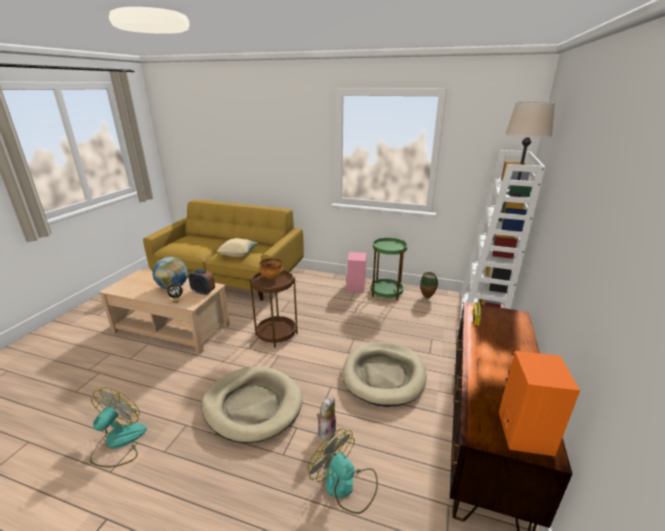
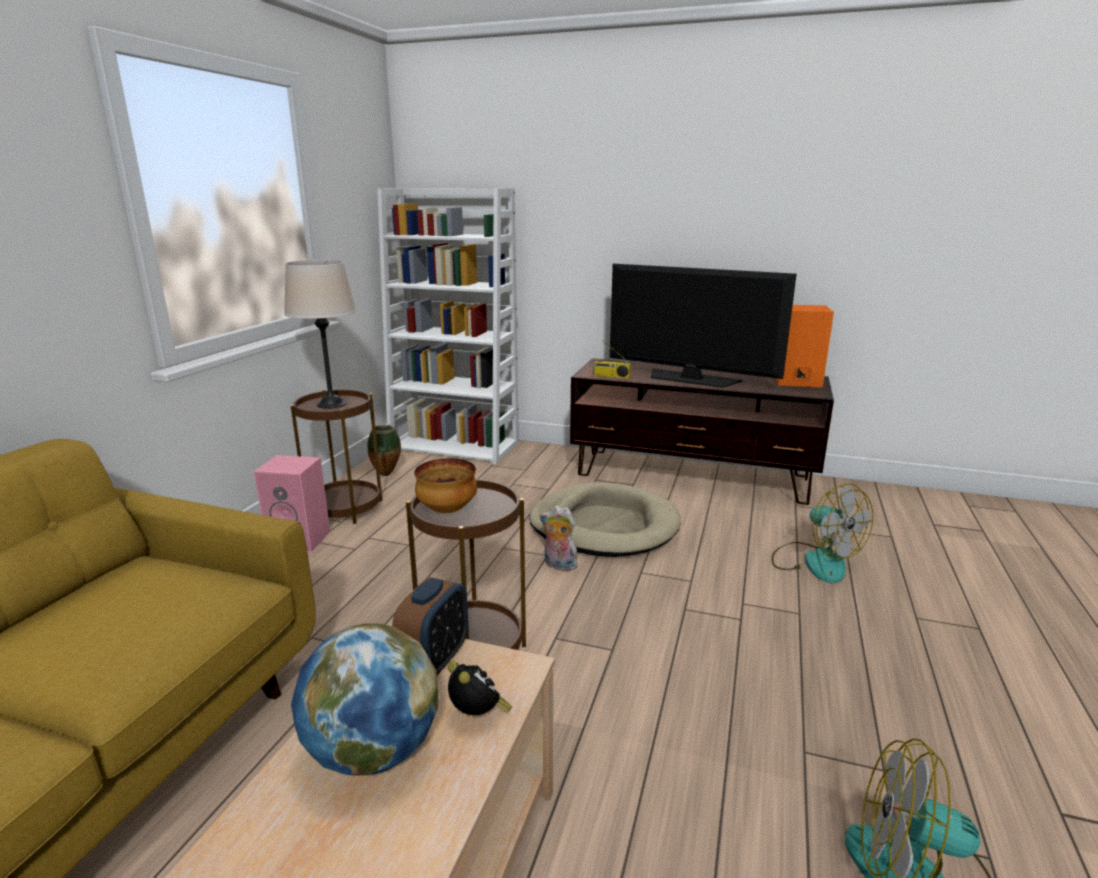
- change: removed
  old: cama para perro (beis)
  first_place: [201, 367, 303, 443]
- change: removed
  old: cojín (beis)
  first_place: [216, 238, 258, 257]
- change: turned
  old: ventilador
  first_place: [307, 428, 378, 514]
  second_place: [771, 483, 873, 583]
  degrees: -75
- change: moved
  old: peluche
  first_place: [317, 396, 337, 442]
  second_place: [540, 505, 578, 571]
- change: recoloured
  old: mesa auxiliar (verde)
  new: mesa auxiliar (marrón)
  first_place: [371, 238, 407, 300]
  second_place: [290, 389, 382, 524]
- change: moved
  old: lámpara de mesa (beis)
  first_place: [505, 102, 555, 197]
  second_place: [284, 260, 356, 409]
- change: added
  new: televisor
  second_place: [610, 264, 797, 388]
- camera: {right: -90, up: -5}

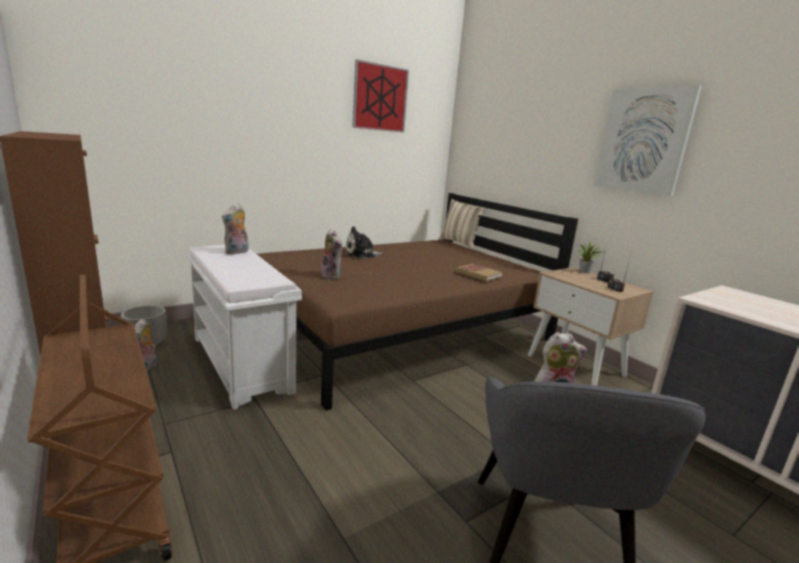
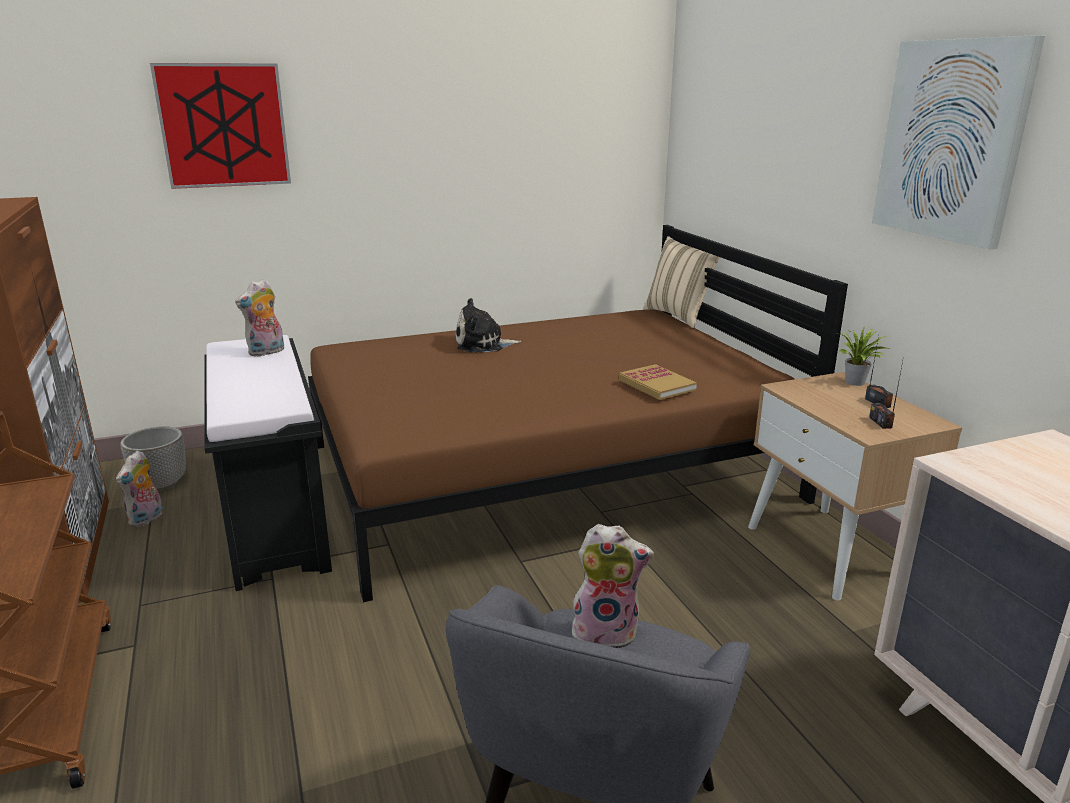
- change: recoloured
  old: banco (blanco)
  new: banco (negro)
  first_place: [186, 245, 302, 410]
  second_place: [204, 335, 332, 591]
- change: removed
  old: peluche
  first_place: [321, 229, 342, 280]
- change: moved
  old: cuadro
  first_place: [352, 60, 409, 133]
  second_place: [150, 63, 291, 189]
- camera: {right: 15, up: 5}

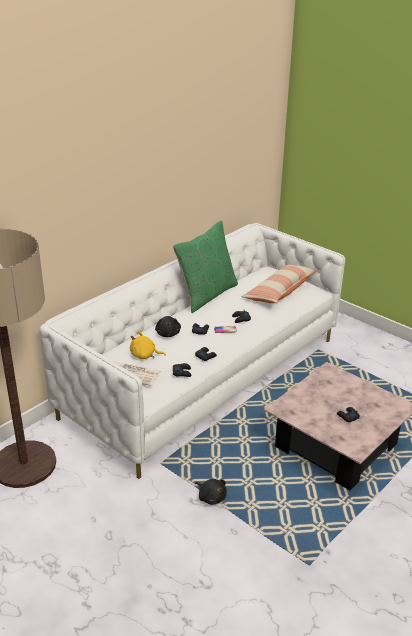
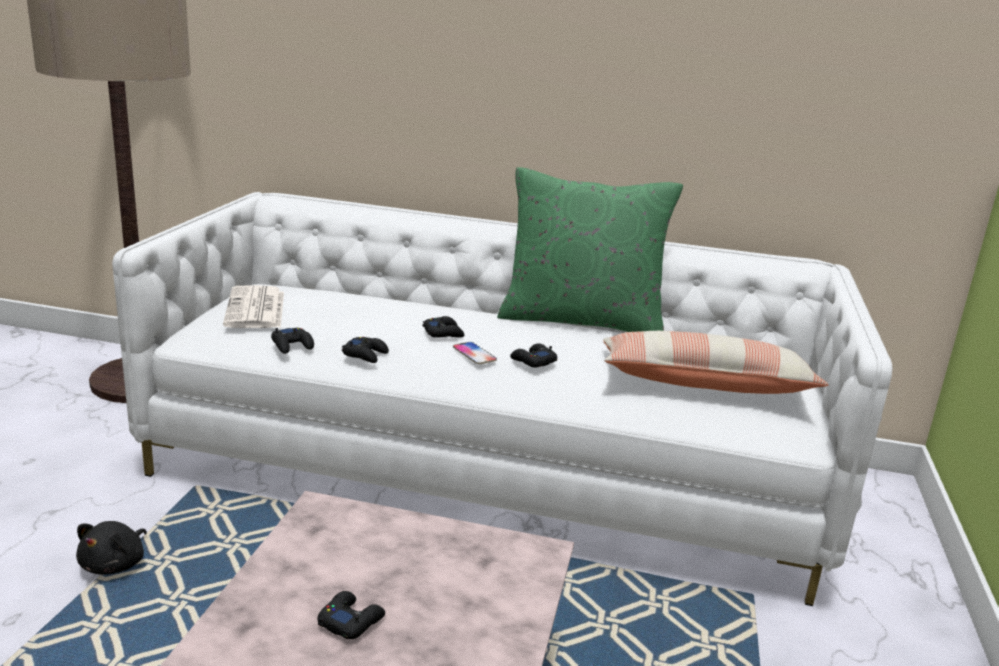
- change: removed
  old: peluche (amarillo)
  first_place: [130, 331, 166, 359]
- change: removed
  old: peluche (negro)
  first_place: [155, 316, 181, 337]
- camera: {right: 60, up: -10}

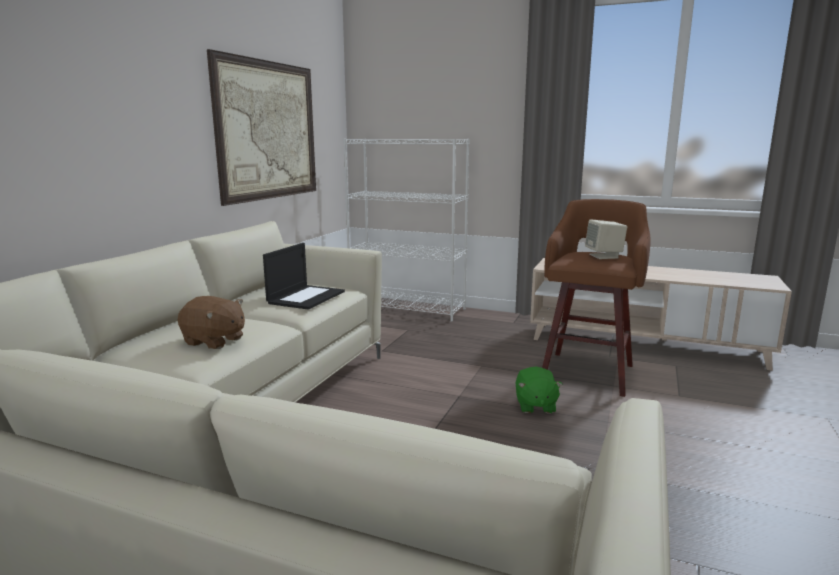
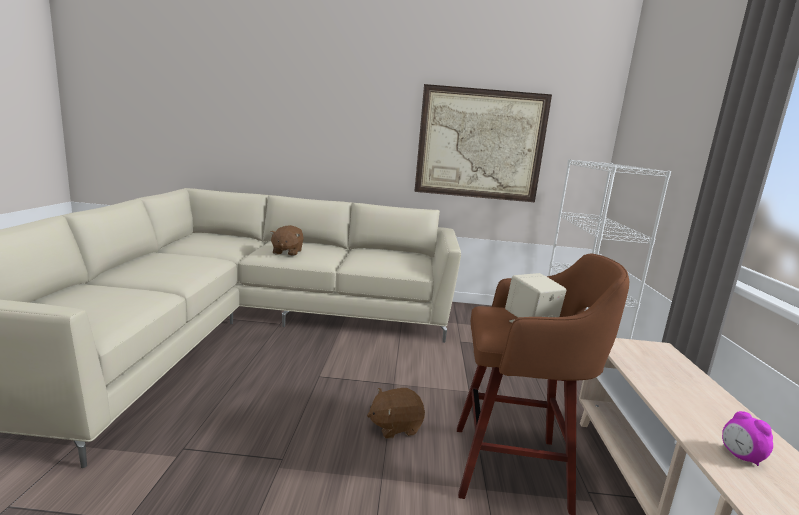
- change: removed
  old: portátil
  first_place: [263, 243, 345, 310]
- change: recoloured
  old: peluche (verde)
  new: peluche (marrón)
  first_place: [516, 366, 563, 413]
  second_place: [367, 388, 425, 439]
- change: added
  new: despertador
  second_place: [722, 411, 773, 466]
- camera: {right: 70, up: 0}

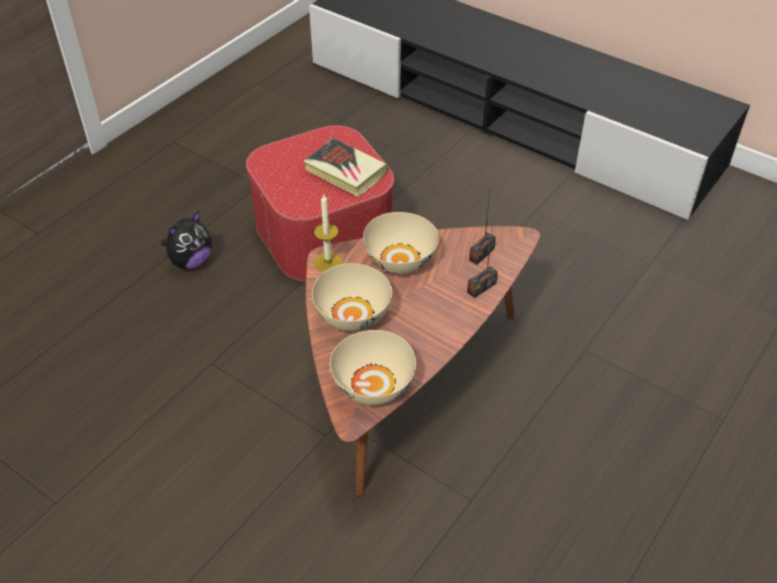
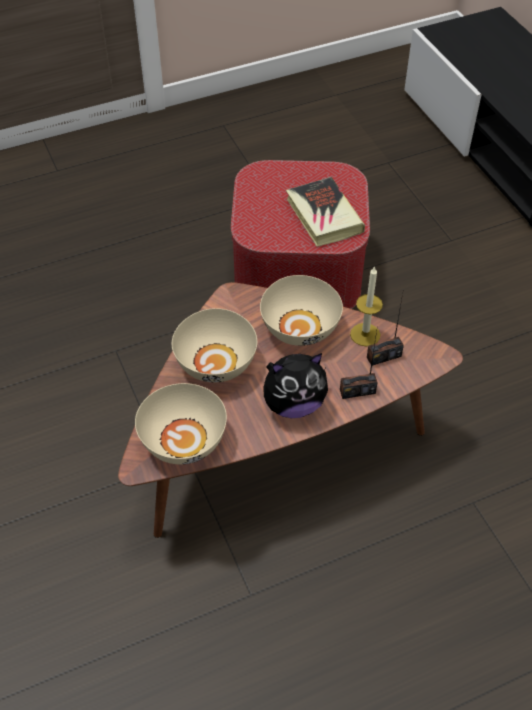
- change: moved
  old: peluche
  first_place: [161, 211, 212, 269]
  second_place: [263, 353, 328, 418]
- change: moved
  old: vela
  first_place: [314, 193, 342, 272]
  second_place: [350, 266, 383, 347]
- camera: {right: 30, up: 5}

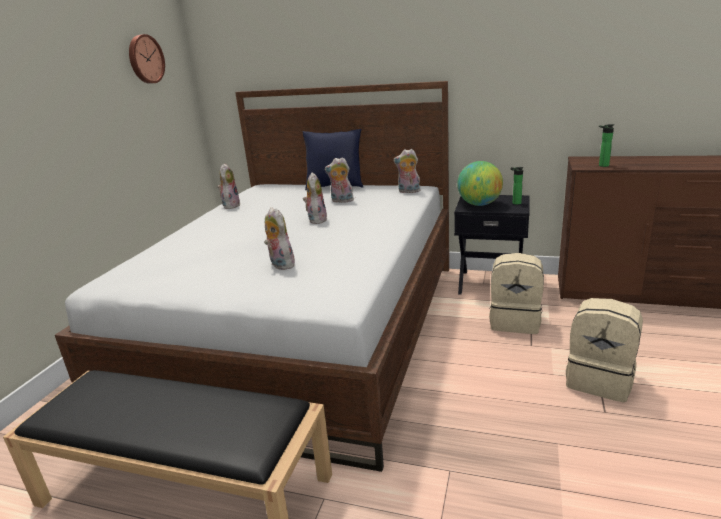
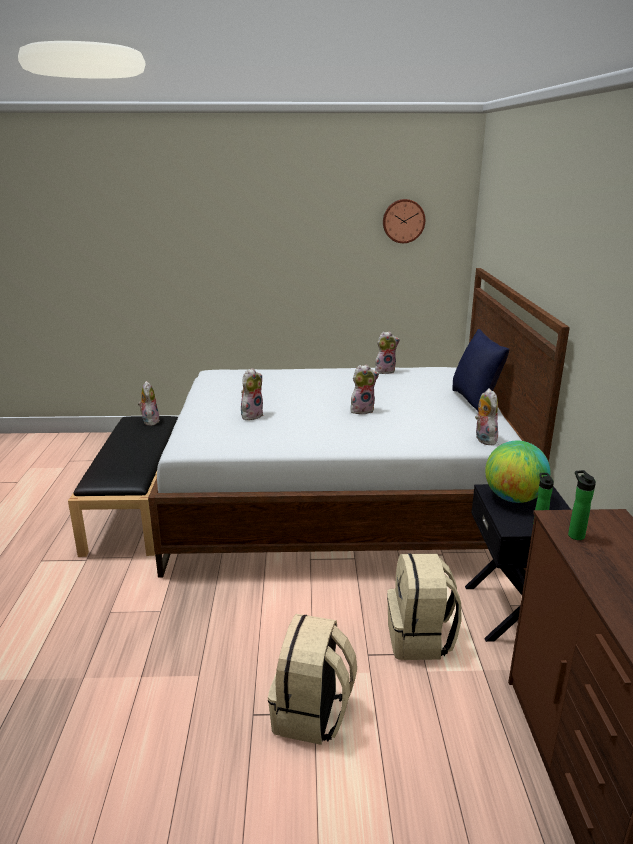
- change: moved
  old: peluche
  first_place: [325, 157, 354, 203]
  second_place: [138, 381, 160, 426]
- camera: {right: 70, up: 0}

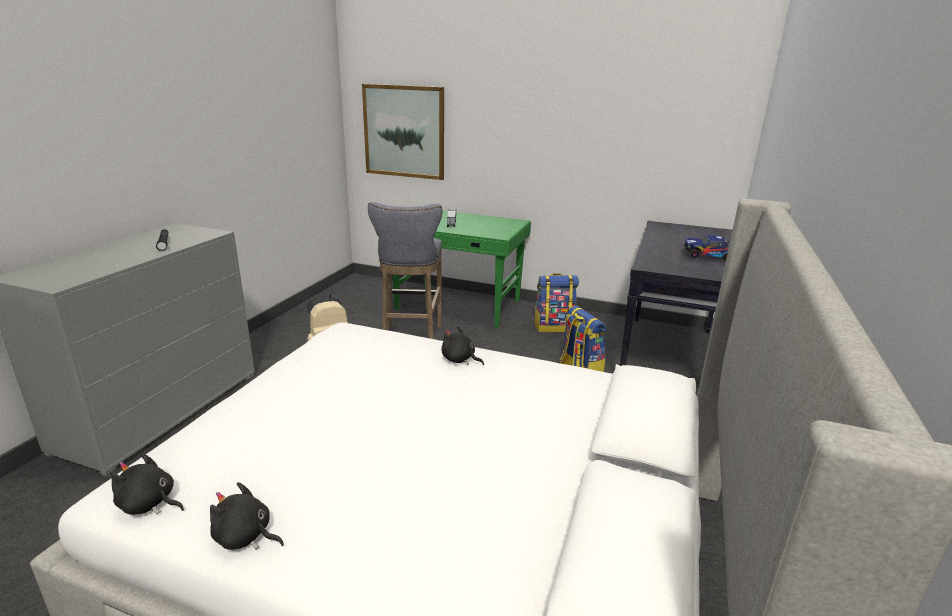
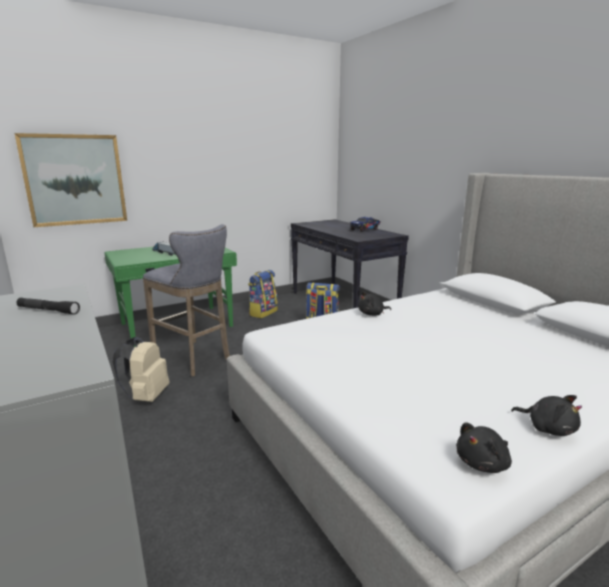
- change: turned
  old: peluche (negro)
  first_place: [210, 482, 284, 550]
  second_place: [511, 395, 582, 436]
  degrees: -105
- camera: {right: -50, up: -5}

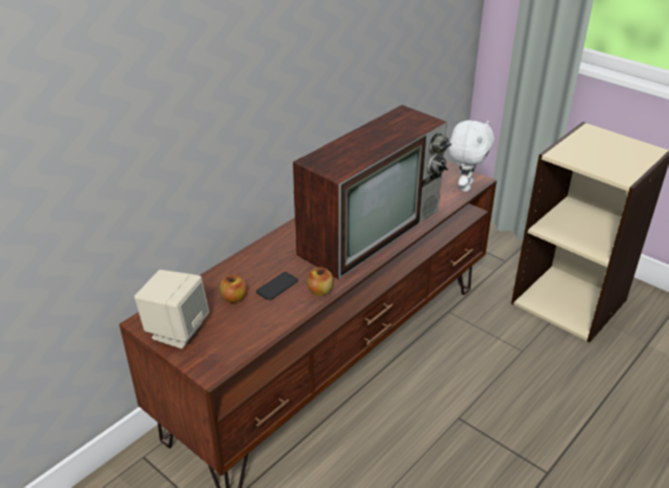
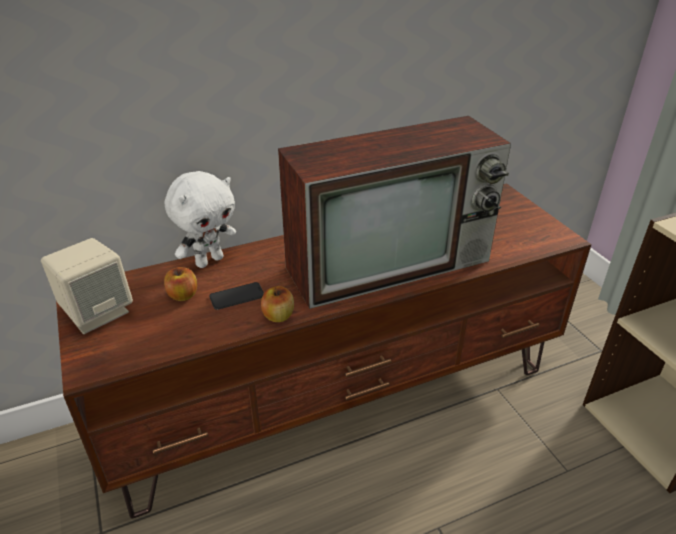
- change: moved
  old: peluche (blanco)
  first_place: [448, 120, 494, 192]
  second_place: [165, 171, 236, 268]
- camera: {right: 25, up: 0}

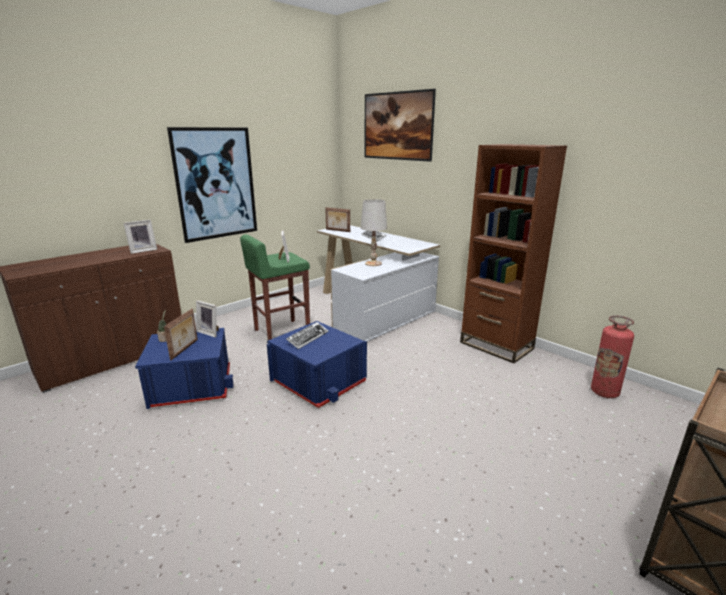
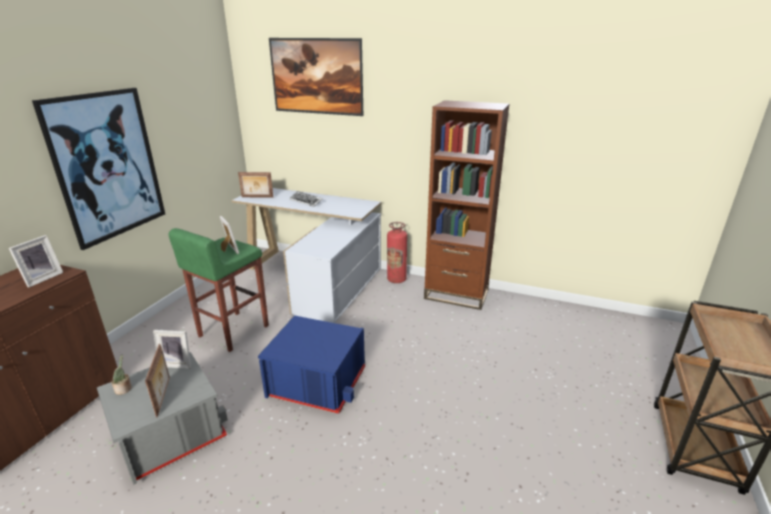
- change: recoloured
  old: caja de almacenaje (azul)
  new: caja de almacenaje (gris)
  first_place: [135, 328, 233, 409]
  second_place: [97, 352, 228, 485]
- change: removed
  old: teclado
  first_place: [286, 322, 328, 349]
- change: removed
  old: lámpara de mesa (blanco)
  first_place: [361, 199, 387, 266]
- change: moved
  old: extintor
  first_place: [591, 315, 634, 398]
  second_place: [387, 222, 407, 283]
- camera: {right: -25, up: 5}

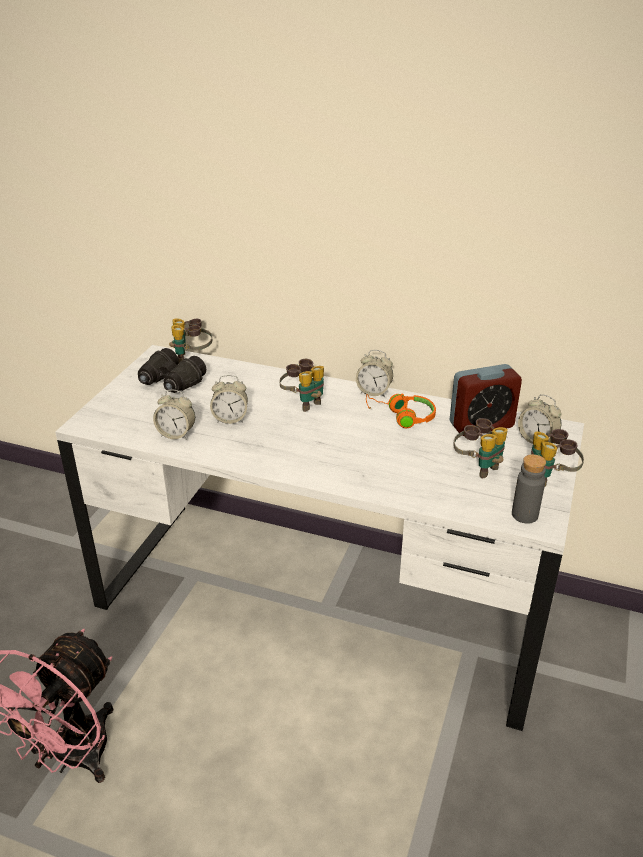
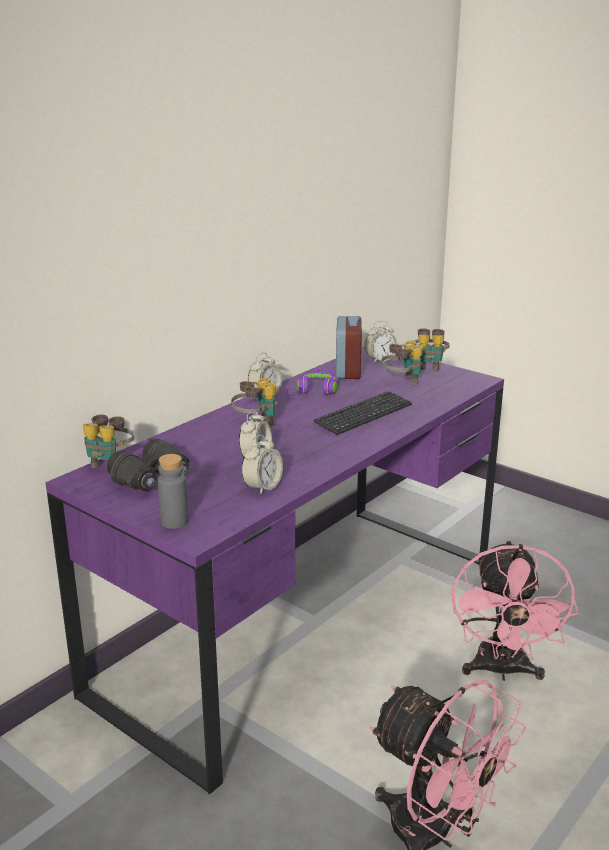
- change: recoloured
  old: escritorio (blanco)
  new: escritorio (morado)
  first_place: [55, 345, 584, 731]
  second_place: [45, 346, 504, 795]
- change: recoloured
  old: auriculares (naranja)
  new: auriculares (morado)
  first_place: [366, 394, 436, 428]
  second_place: [286, 368, 338, 398]
- change: moved
  old: botella (gris)
  first_place: [512, 454, 546, 524]
  second_place: [158, 454, 188, 529]
- change: added
  new: teclado
  second_place: [313, 391, 412, 435]
- change: added
  new: ventilador (rosa)
  second_place: [452, 540, 578, 681]
- camera: {right: -70, up: -10}

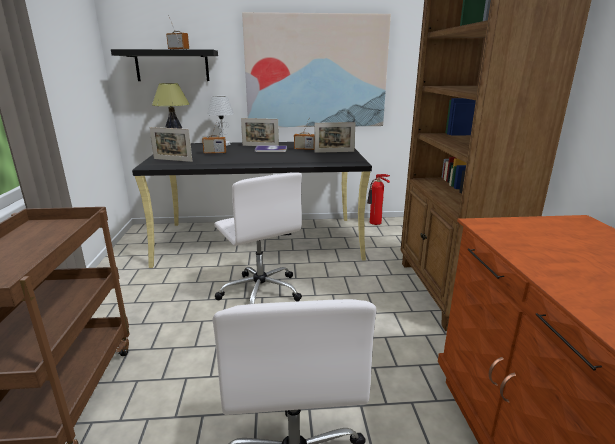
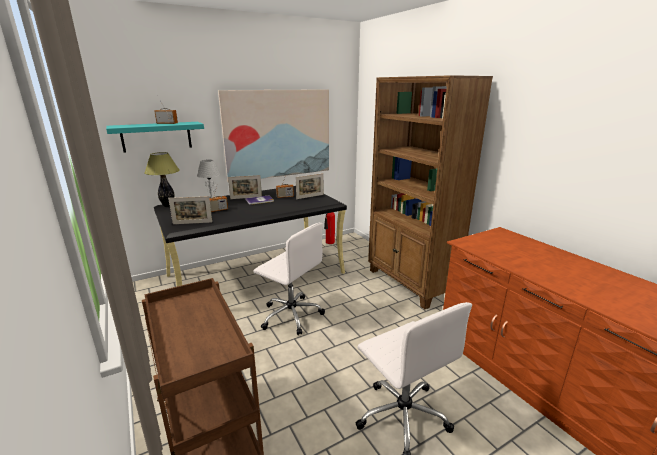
- change: recoloured
  old: estante (negro)
  new: estante (turquesa)
  first_place: [111, 49, 218, 81]
  second_place: [106, 122, 204, 153]
- camera: {right: -25, up: 0}

